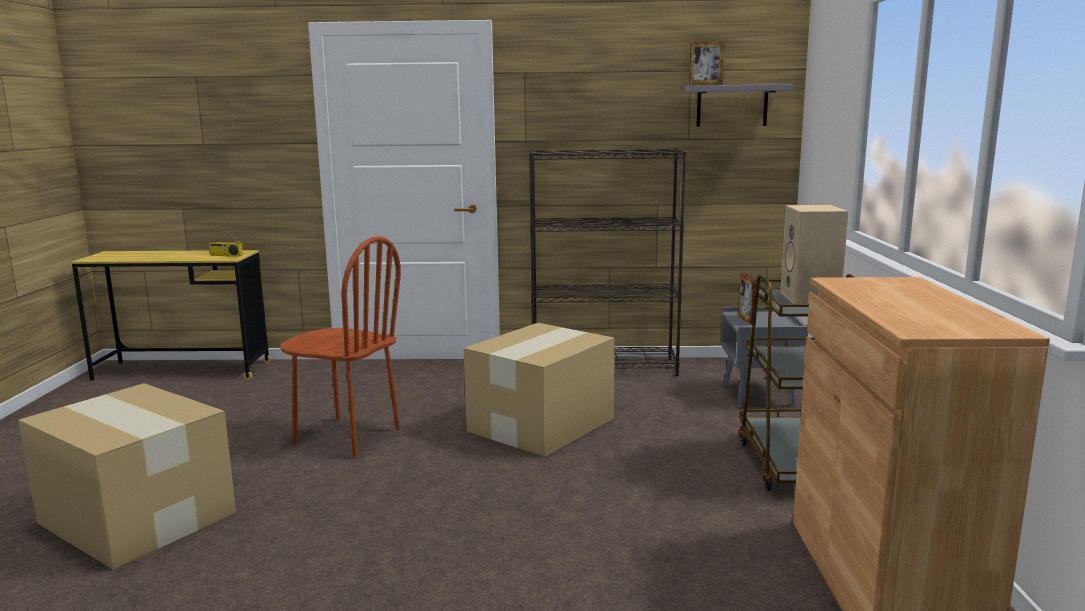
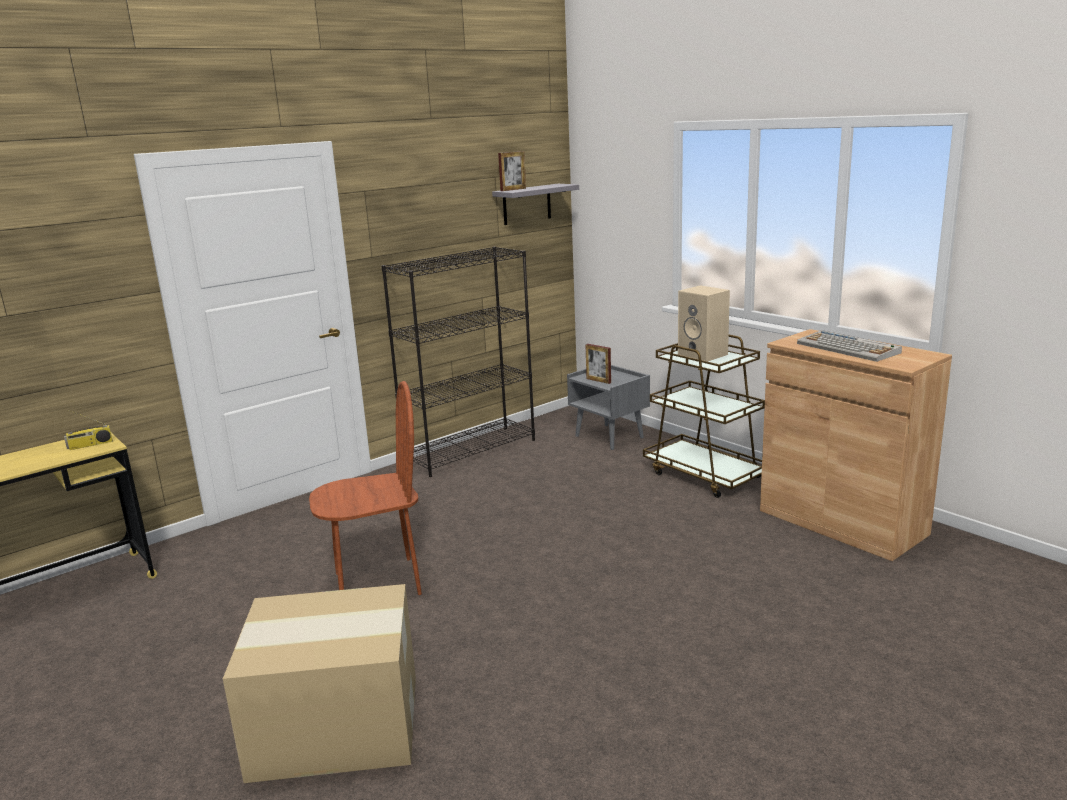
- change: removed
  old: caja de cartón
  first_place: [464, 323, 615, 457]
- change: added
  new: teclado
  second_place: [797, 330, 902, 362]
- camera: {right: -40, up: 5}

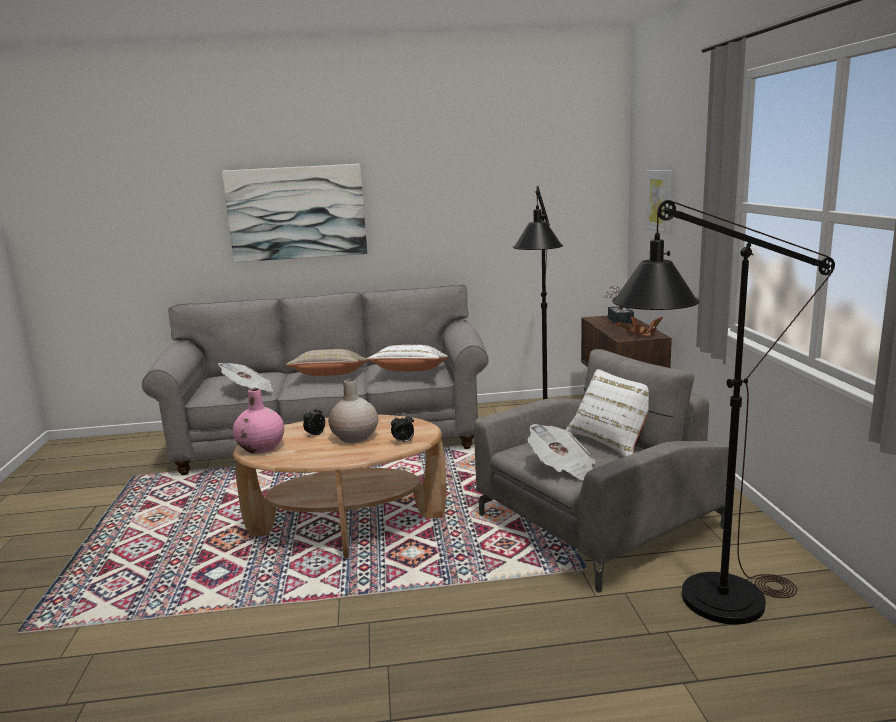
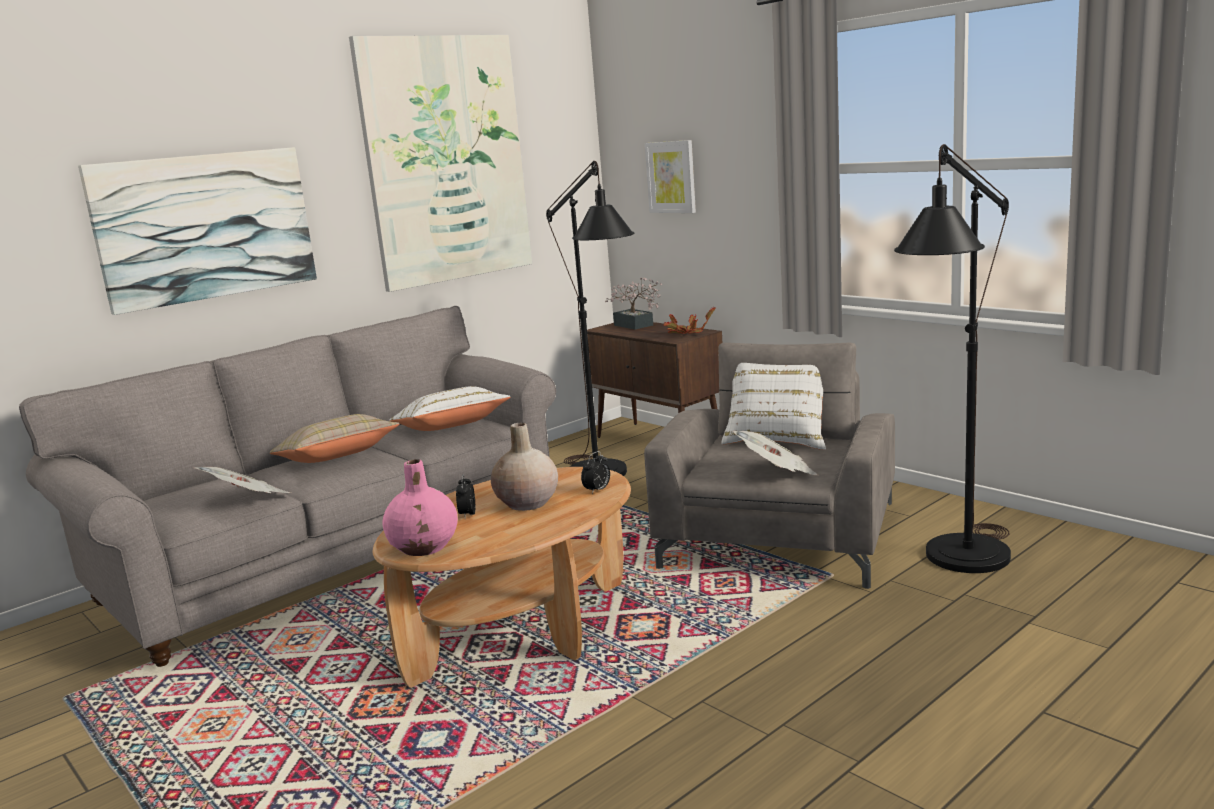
- change: added
  new: cuadro
  second_place: [349, 35, 532, 292]
- camera: {right: -35, up: 0}

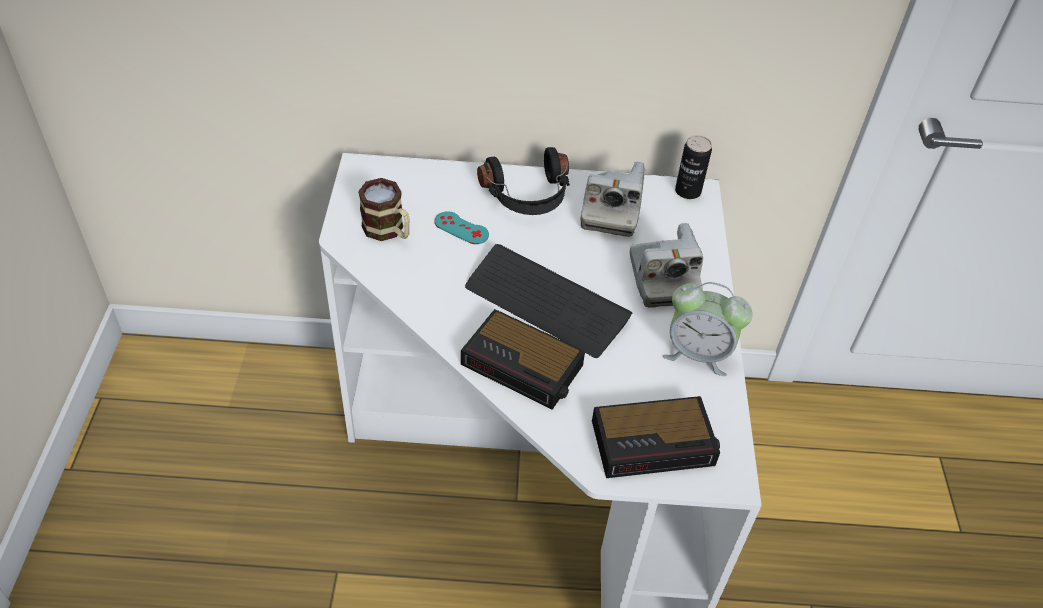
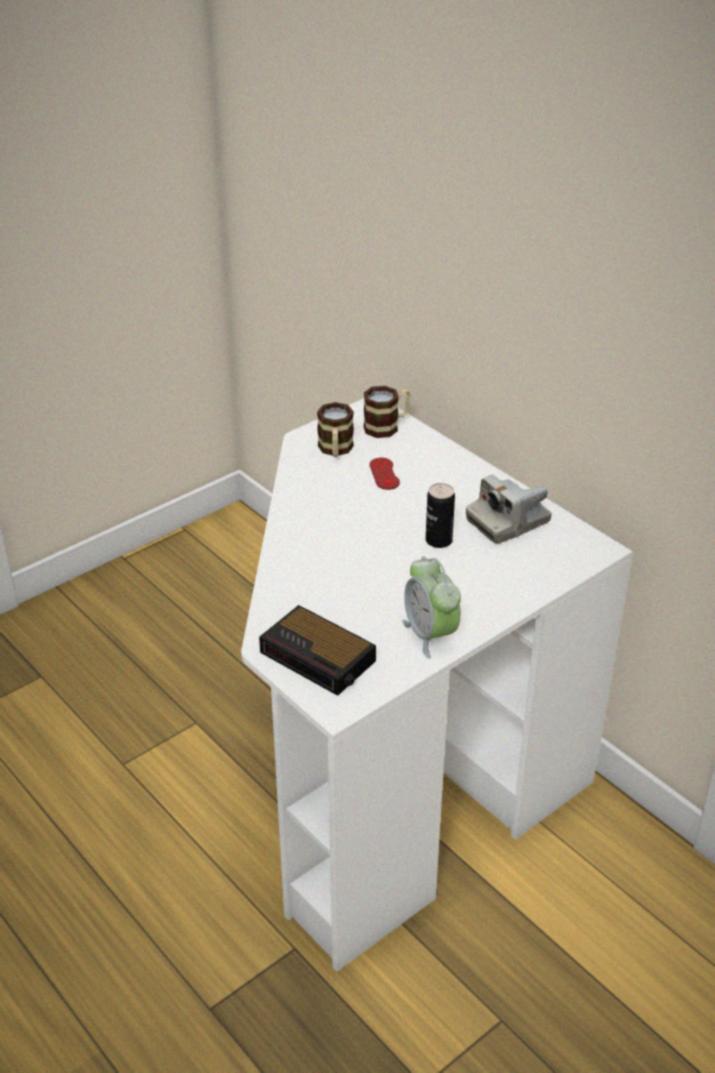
- change: recoloured
  old: mando de consola (turquesa)
  new: mando de consola (rojo)
  first_place: [435, 211, 489, 244]
  second_place: [370, 458, 400, 490]
- change: removed
  old: despertador
  first_place: [461, 309, 585, 410]
- change: removed
  old: teclado
  first_place: [465, 244, 632, 358]
- change: removed
  old: auriculares (negro)
  first_place: [477, 147, 570, 215]
- change: removed
  old: cámara
  first_place: [630, 223, 703, 308]
- change: moved
  old: lata
  first_place: [675, 135, 712, 199]
  second_place: [426, 483, 455, 548]
- change: added
  new: taza grande
  second_place: [363, 386, 411, 438]
- camera: {right: 50, up: -10}

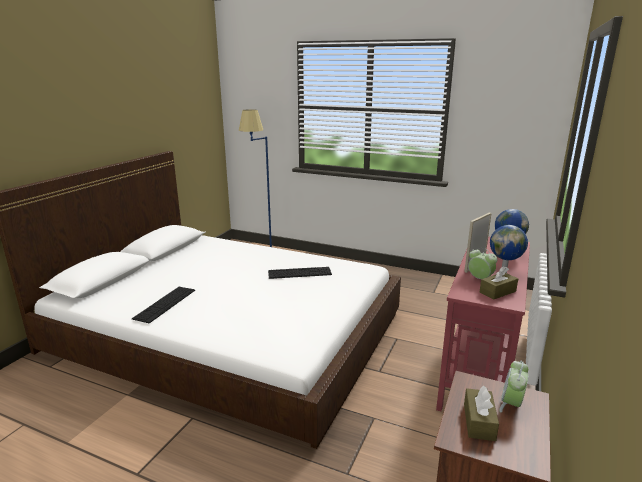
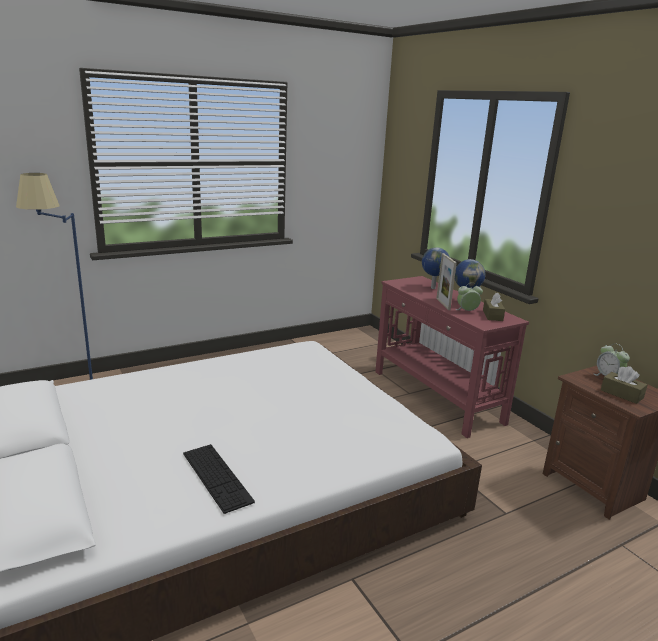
- change: removed
  old: teclado
  first_place: [268, 267, 332, 279]
- camera: {right: -55, up: 0}

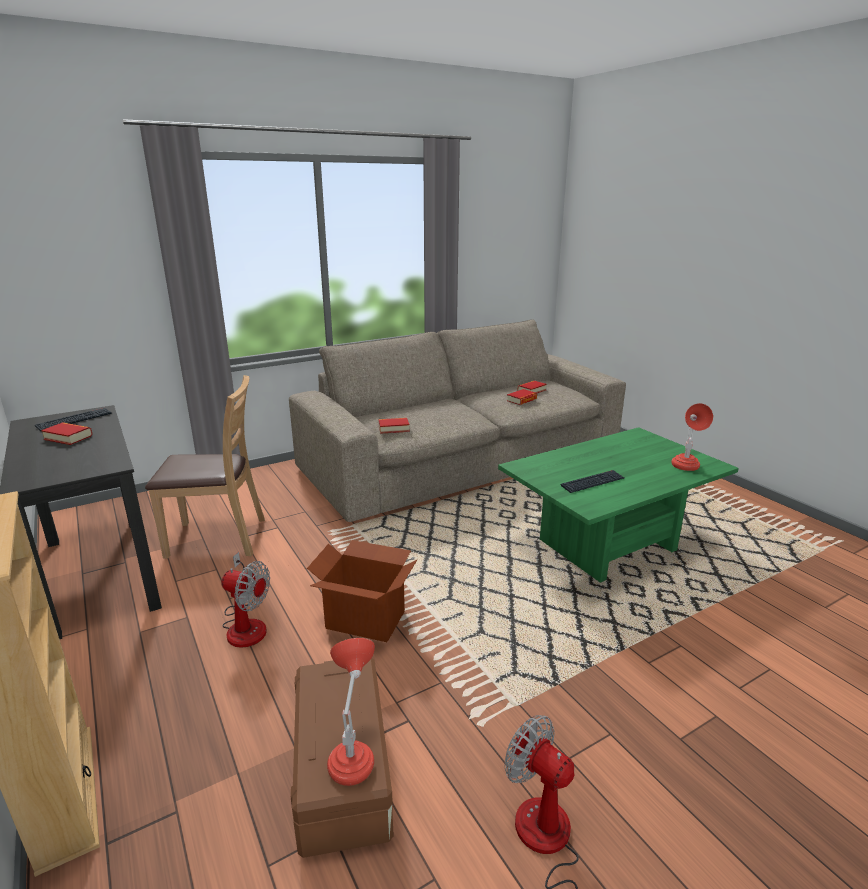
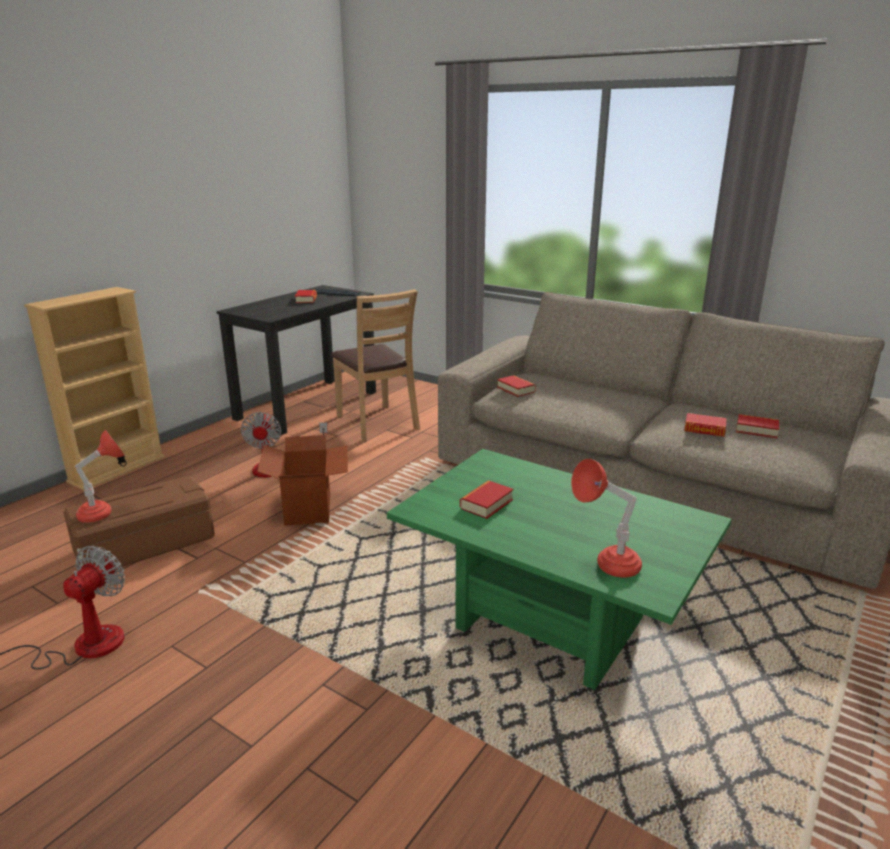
- change: replaced
  old: teclado
  new: libro
  first_place: [561, 470, 625, 493]
  second_place: [460, 480, 513, 519]
- camera: {right: 65, up: 0}

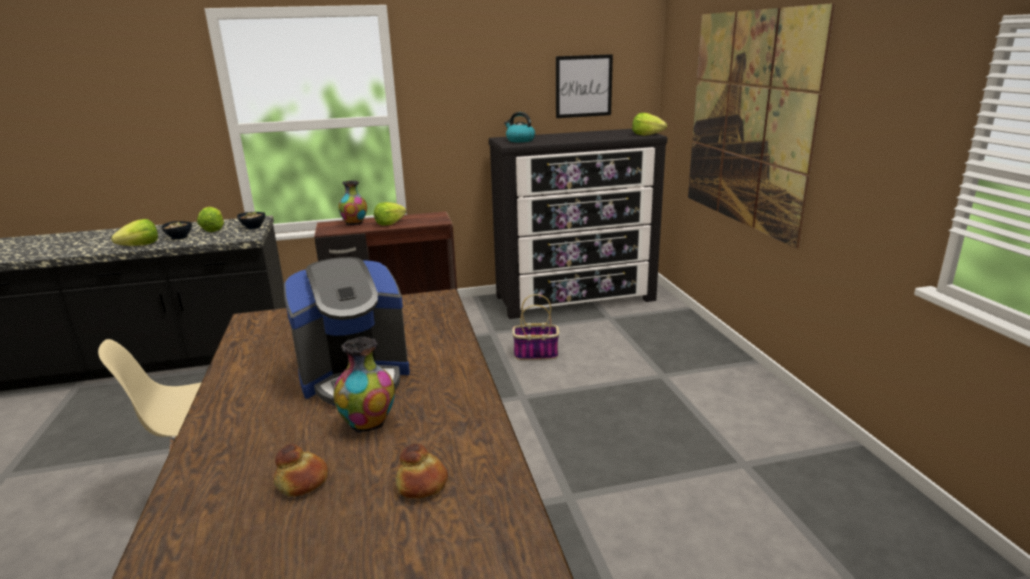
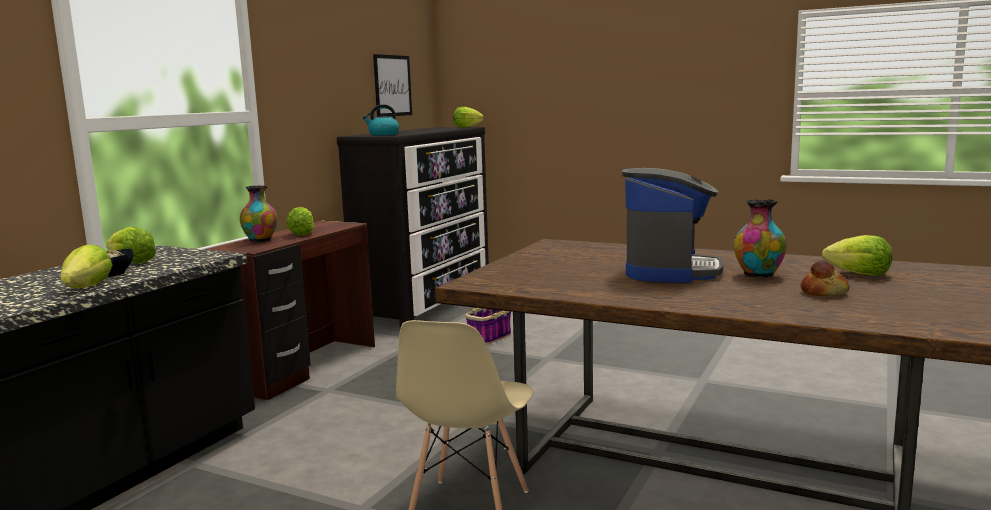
- change: removed
  old: cuenco
  first_place: [237, 212, 265, 229]
- change: replaced
  old: pan
  new: lechuga
  first_place: [395, 443, 448, 498]
  second_place: [822, 235, 892, 276]
- change: removed
  old: cuadro
  first_place: [688, 3, 835, 248]
- camera: {right: -50, up: -10}

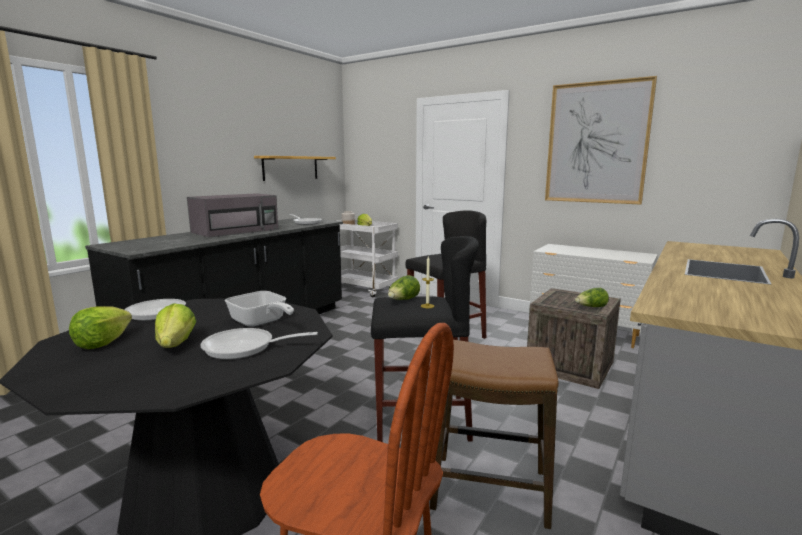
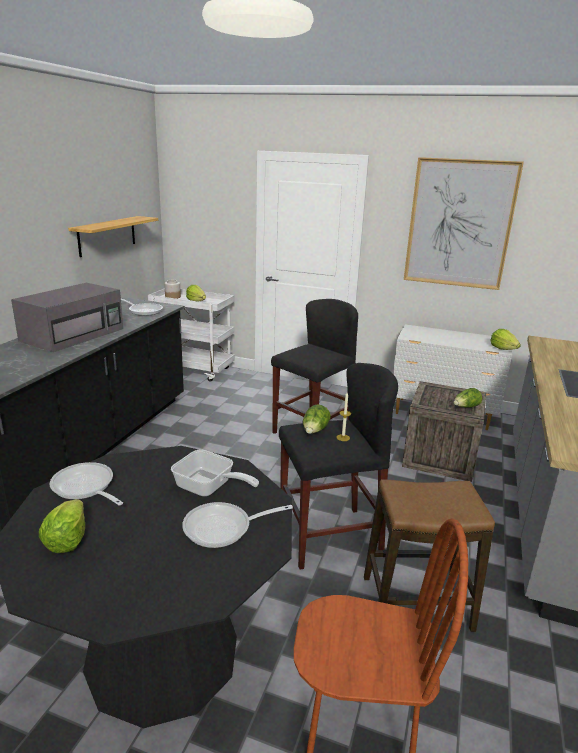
- change: moved
  old: lechuga
  first_place: [155, 304, 196, 348]
  second_place: [490, 329, 521, 350]
- camera: {right: -15, up: 10}

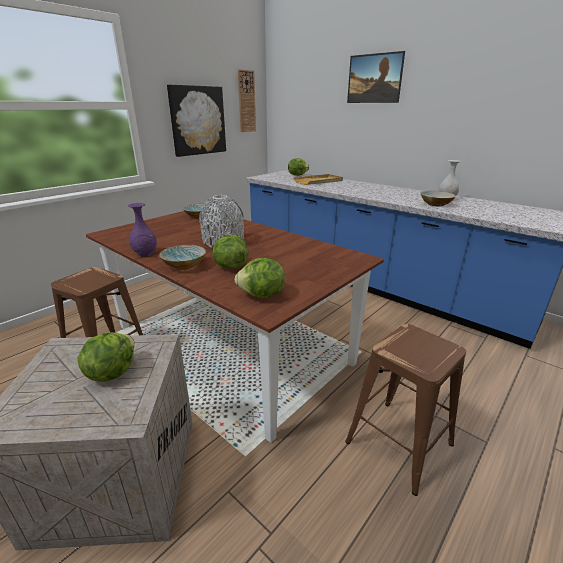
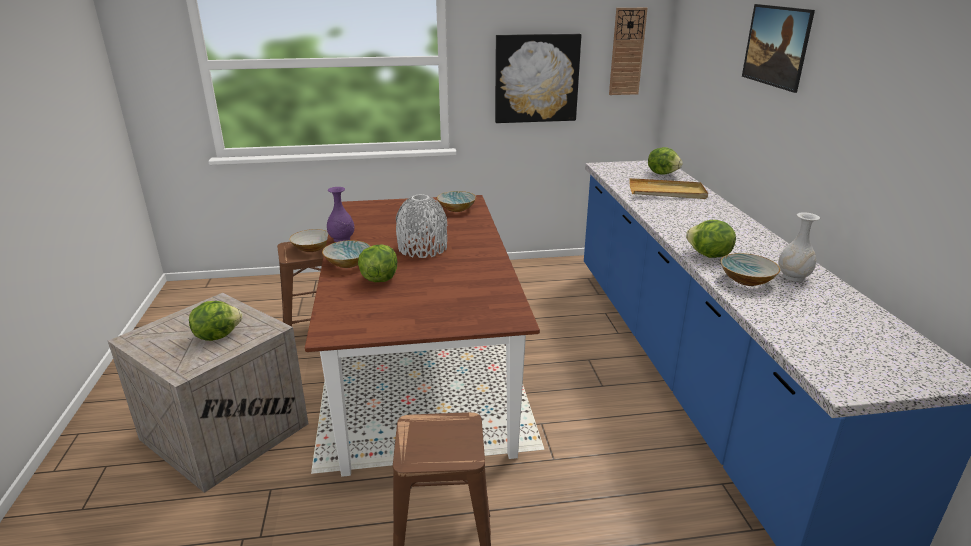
- change: moved
  old: lechuga
  first_place: [234, 258, 285, 298]
  second_place: [686, 220, 736, 258]
- change: added
  new: cuenco
  second_place: [289, 229, 328, 252]
- camera: {right: 40, up: 0}

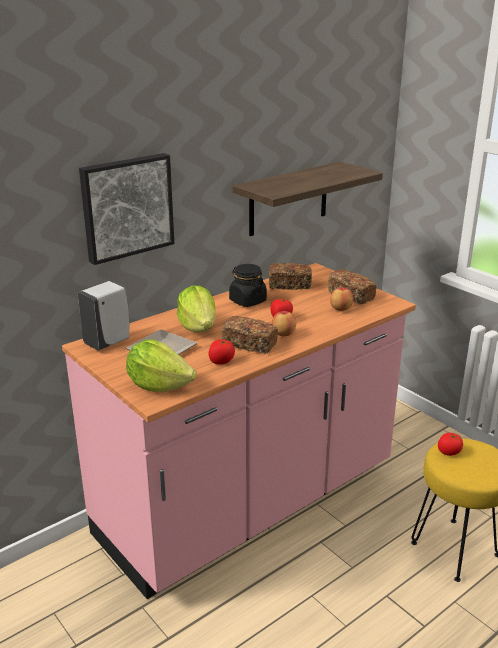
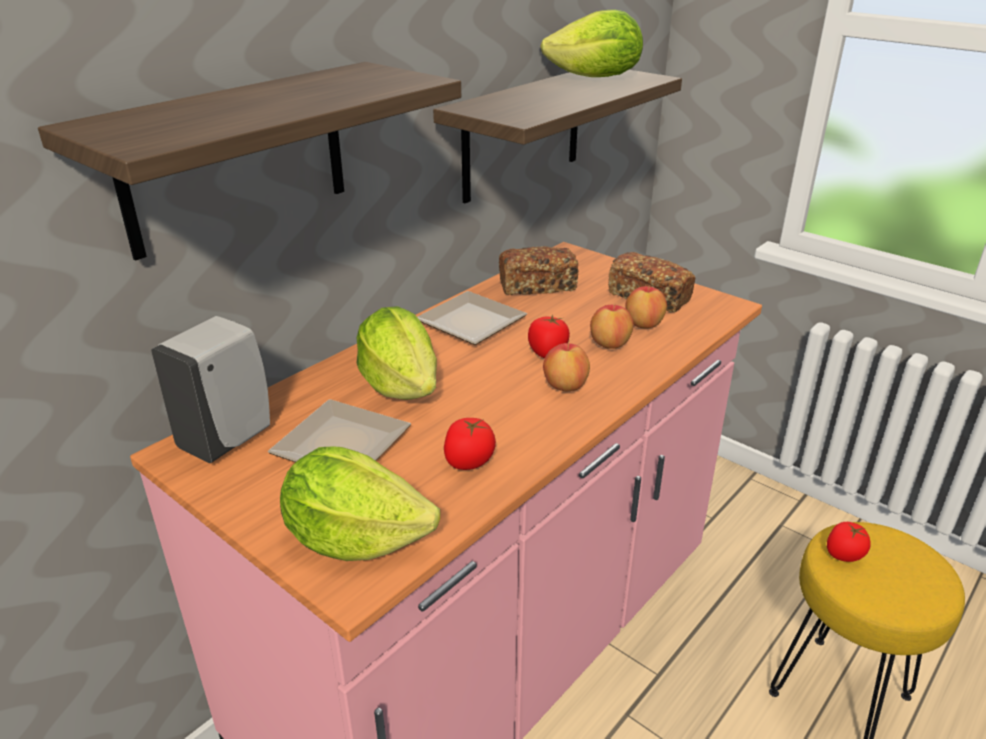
- change: replaced
  old: cuadro
  new: estante
  first_place: [79, 153, 174, 265]
  second_place: [38, 62, 461, 260]
- change: removed
  old: pan
  first_place: [222, 316, 278, 354]
- change: replaced
  old: tarro (negro)
  new: plato
  first_place: [229, 264, 267, 307]
  second_place: [417, 291, 527, 345]
- change: added
  new: lechuga
  second_place: [541, 9, 643, 77]
- change: added
  new: manzana
  second_place: [590, 304, 634, 349]
- camera: {right: -10, up: 5}

